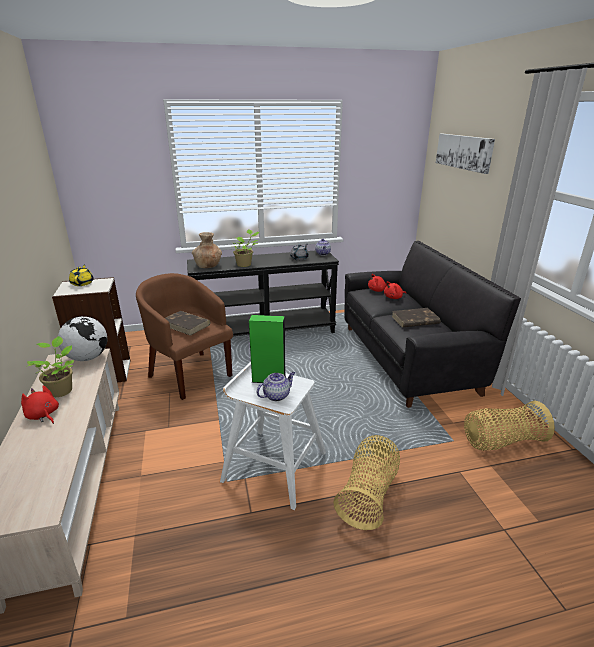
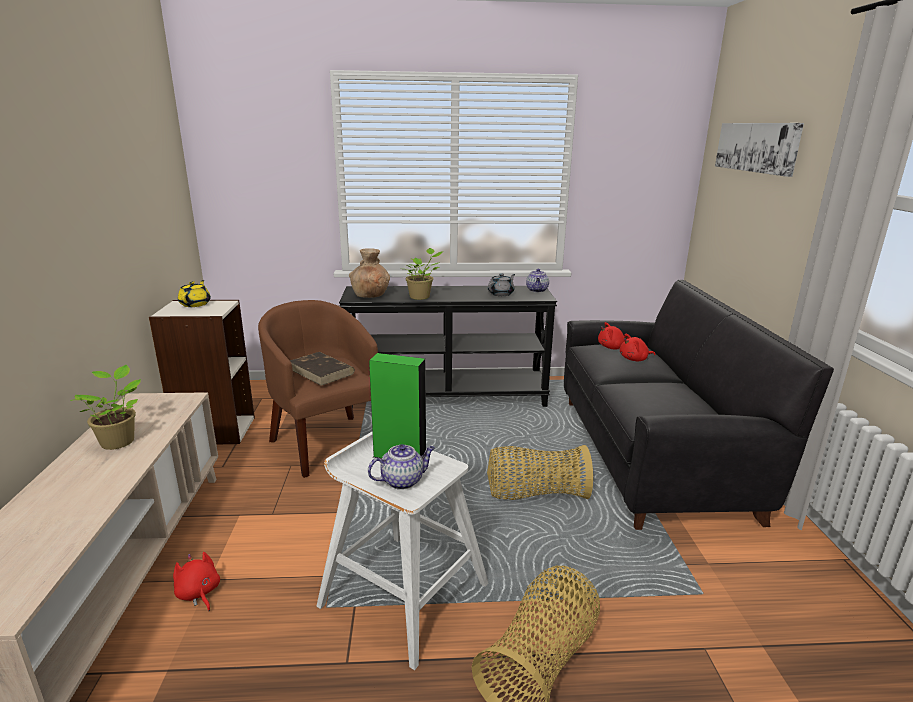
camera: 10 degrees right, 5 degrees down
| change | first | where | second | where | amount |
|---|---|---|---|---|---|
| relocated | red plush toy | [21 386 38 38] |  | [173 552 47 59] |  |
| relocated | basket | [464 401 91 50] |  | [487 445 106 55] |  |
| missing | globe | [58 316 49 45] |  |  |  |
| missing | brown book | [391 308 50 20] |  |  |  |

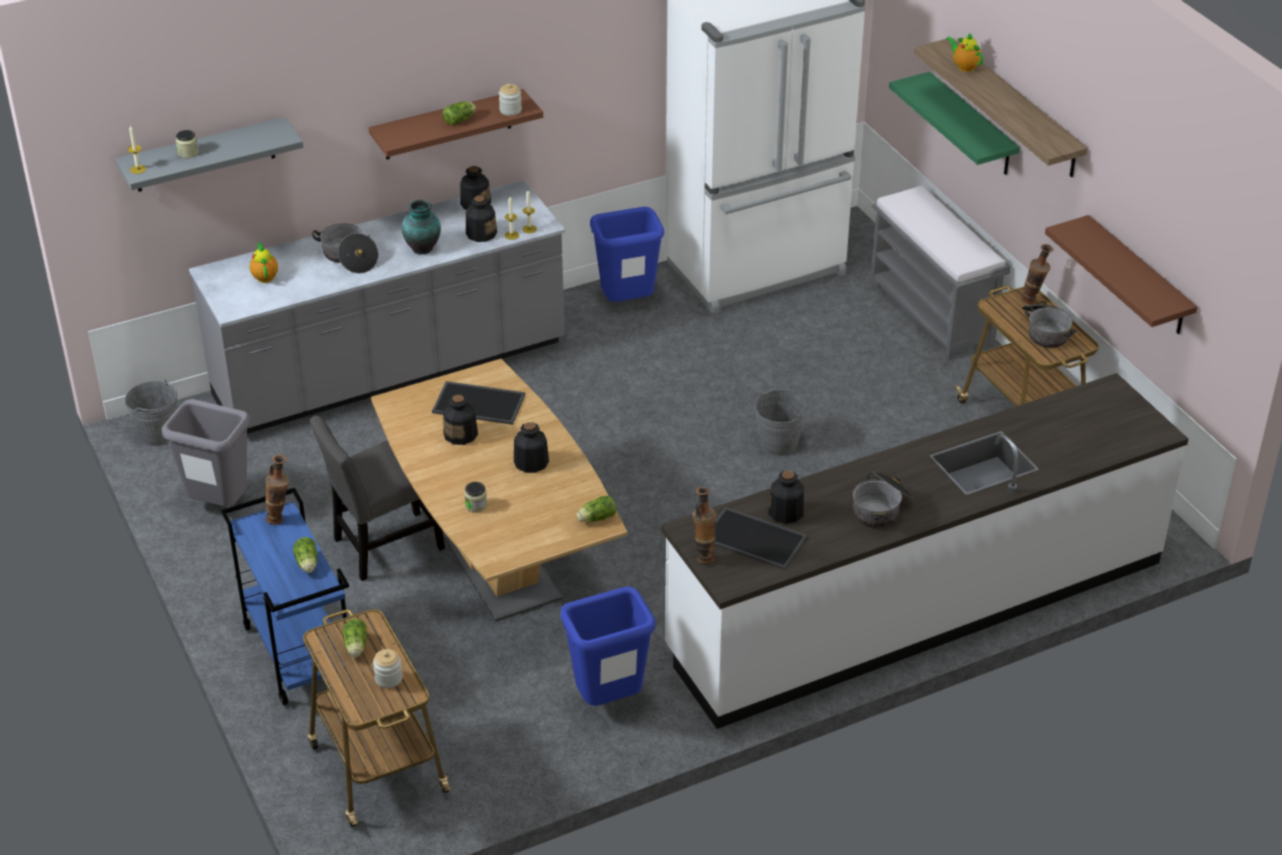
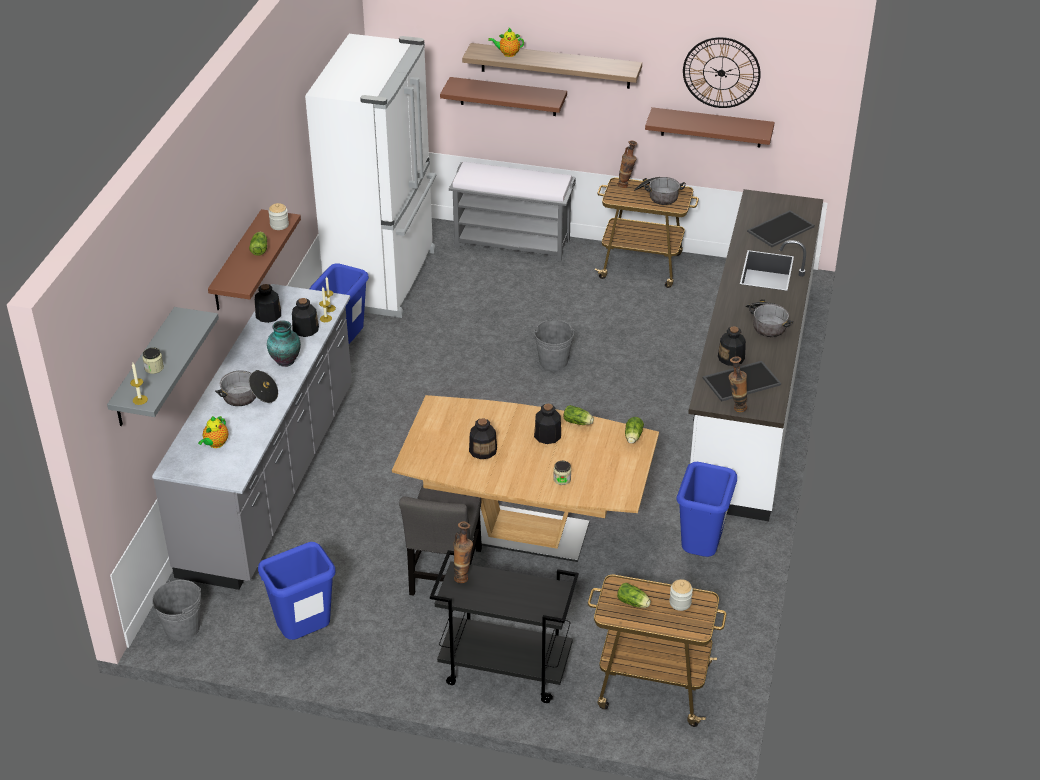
camera: 50 degrees left, 0 degrees up
| change | first | where | second | where | amount |
|---|---|---|---|---|---|
| spun | teapot | [250 243 28 40] |  | [198 416 30 32] | 90 degrees counterclockwise |
| colour | grey trash can | [162 399 88 108] | blue trash can | [258 542 78 98] |  |
| colour | blue cart | [221 488 131 218] | black cart | [430 550 149 153] |  |
| colour | green shelf | [889 72 131 103] | brown shelf | [440 77 127 39] |  |
| relocated | lettuce | [293 537 24 36] |  | [564 405 30 20] |  |
| appeared |  |  | wall clock | [683 37 78 71] |  |
| relocated | tray | [432 381 93 44] |  | [747 210 68 37] |  |

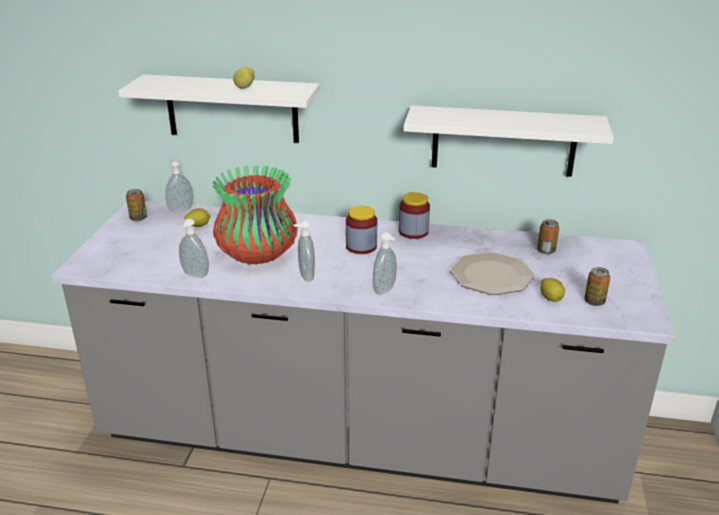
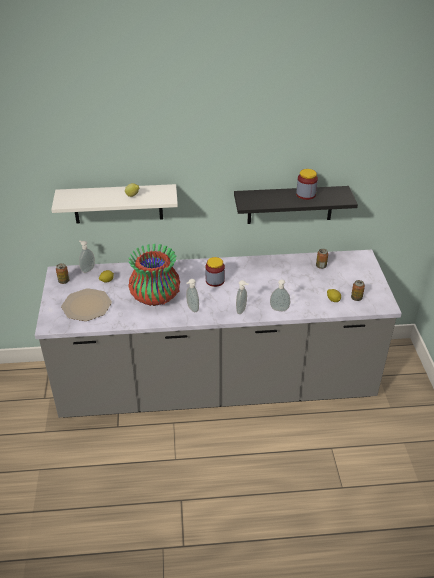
camera: 15 degrees left, 10 degrees up
| change | first | where | second | where | amount |
|---|---|---|---|---|---|
| relocated | plate | [450 252 85 43] |  | [61 288 51 33] |  |
| colour | white shelf | [404 105 210 72] | black shelf | [234 186 124 38] |  |
| relocated | soap dispenser | [179 219 30 59] |  | [270 279 20 32] |  |
| relocated | jar | [399 192 31 47] |  | [296 169 22 31] |  |

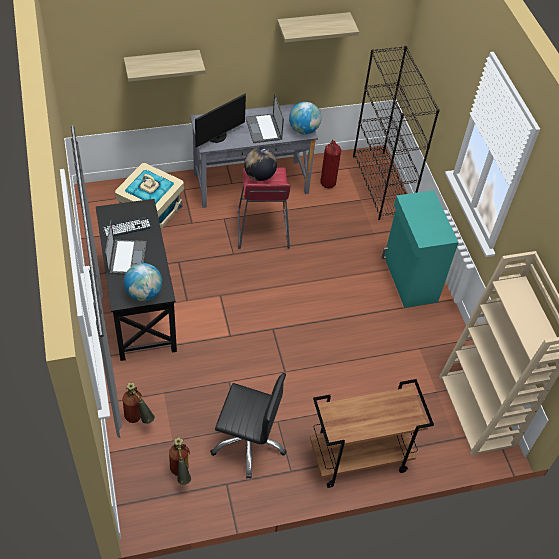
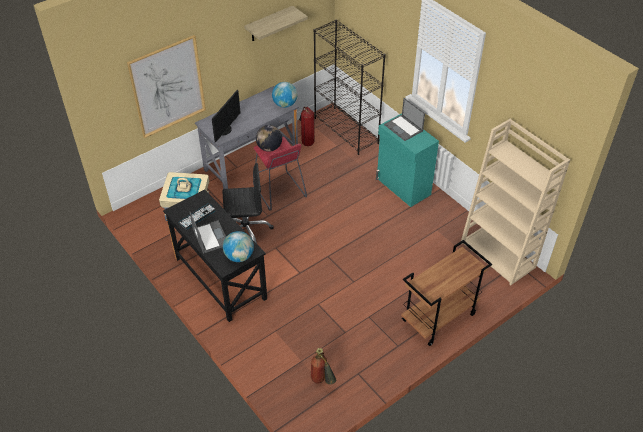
camera: 20 degrees left, 5 degrees down
| change | first | where | second | where | amount |
|---|---|---|---|---|---|
| exchanged | shelf | [124 50 81 32] | picture | [127 35 79 103] |  |
| relocated | black office chair | [210 373 77 105] |  | [223 163 51 81] |  |
| relocated | laptop | [245 94 39 49] |  | [384 98 41 43] |  |
| missing | fire extinguisher | [123 383 32 41] |  |  |  |

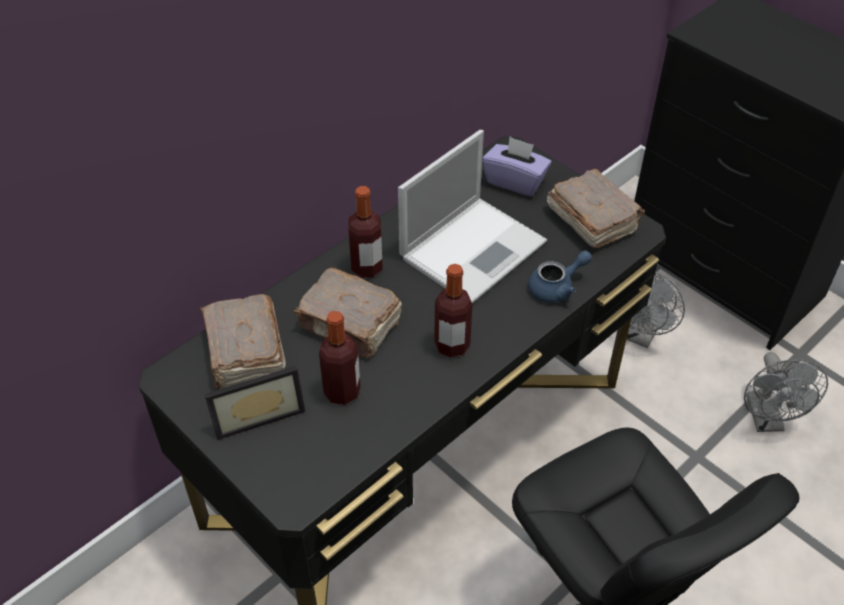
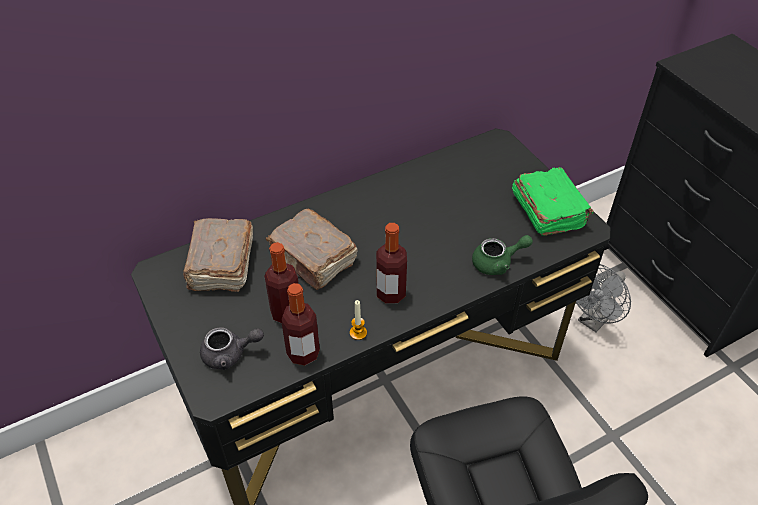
camera: 15 degrees right, 0 degrees up
| change | first | where | second | where | amount |
|---|---|---|---|---|---|
| appeared |  |  | grey teapot | [200 327 64 43] |  |
| relocated | bottle | [348 186 35 92] |  | [281 283 39 82] |  |
| appeared |  |  | candle | [350 300 17 40] |  |
| colour | blue teapot | [528 250 64 53] | green teapot | [472 235 61 40] |  |
| colour | brown book | [547 169 98 79] | green book | [512 167 82 69] |  |
| missing | picture frame | [205 366 101 74] |  |  |  |
| missing | laptop | [398 130 149 173] |  |  |  |
| missing | purple tissue box | [482 137 70 59] |  |  |  |
| missing | grey fan | [744 352 84 80] |  |  |  |

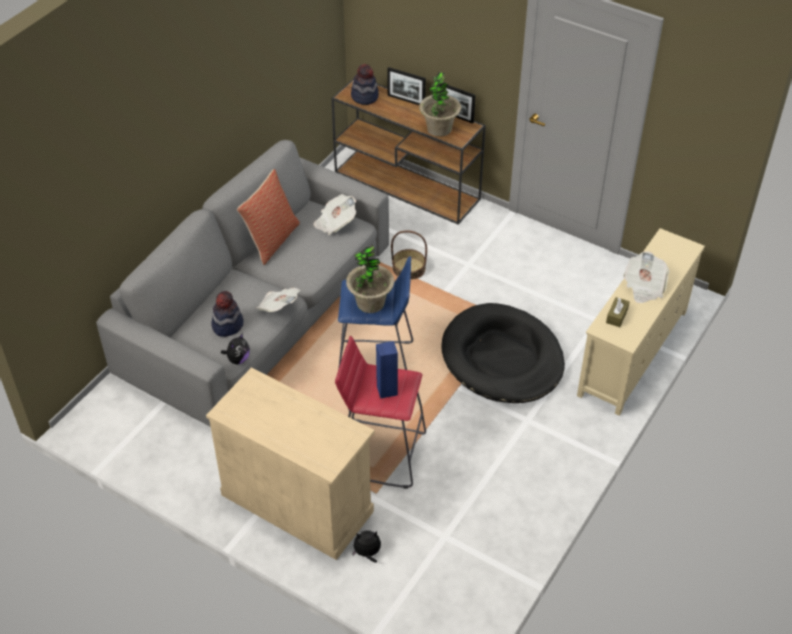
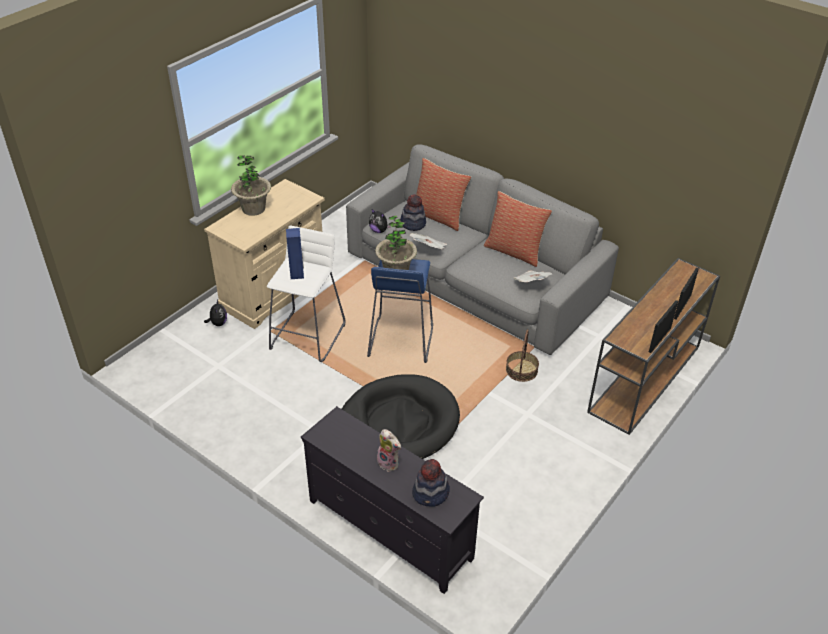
camera: 95 degrees right, 5 degrees down
| change | first | where | second | where | amount |
|---|---|---|---|---|---|
| relocated | potted plant | [419 72 42 65] |  | [231 155 40 61] |  |
| colour | red stool | [335 336 91 153] | white stool | [267 226 79 136] |  |
| colour | beige tv stand | [577 228 128 188] | black tv stand | [301 407 183 187] |  |
| exchanged | newspaper | [624 251 45 52] | plush toy | [377 429 24 43] |  |
| relocated | hat | [351 64 28 41] |  | [412 459 38 48] |  |
| appeared |  |  | pillow | [416 158 55 73] |  |
| missing | brown tissue box | [606 297 24 30] |  |  |  |

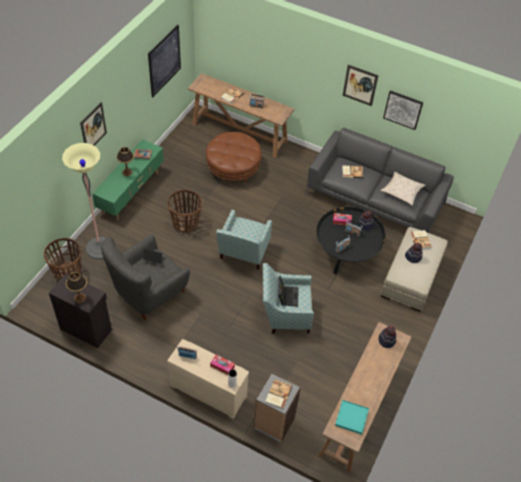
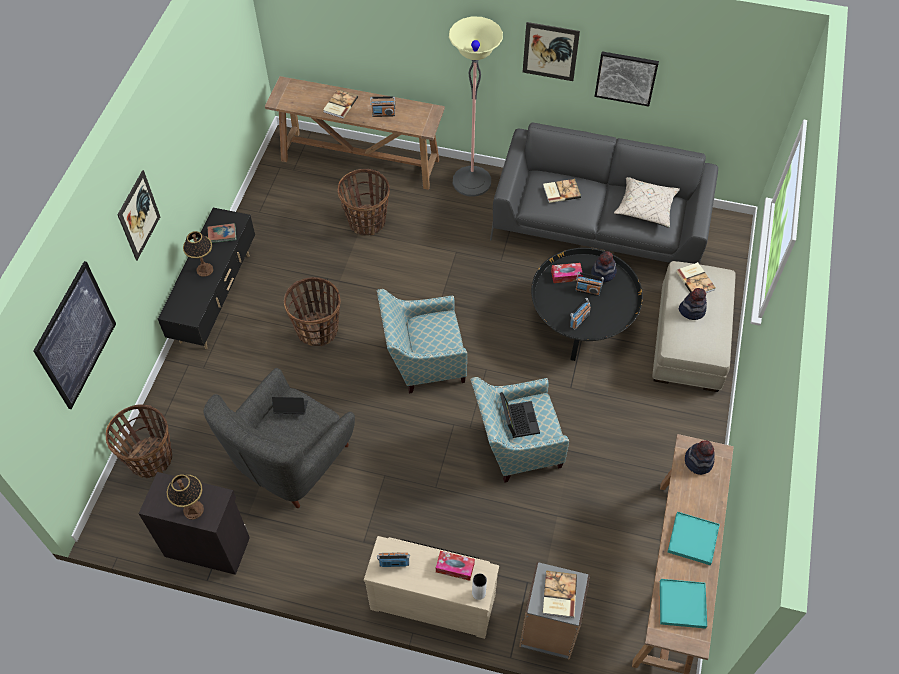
camera: 10 degrees left, 5 degrees up
| change | first | where | second | where | amount |
|---|---|---|---|---|---|
| relocated | picture | [148 25 33 72] |  | [33 261 83 148] |  |
| colour | green tv stand | [92 139 72 81] | black tv stand | [158 208 97 141] |  |
| exchanged | brown ottoman | [206 132 56 52] | basket | [338 169 52 66] |  |
| spun | armchair | [216 210 56 60] |  | [377 289 90 104] | 75 degrees clockwise |
| relocated | floor lamp | [62 143 44 116] |  | [449 16 54 181] |  |
| appeared |  |  | turquoise tray | [668 512 52 53] |  |

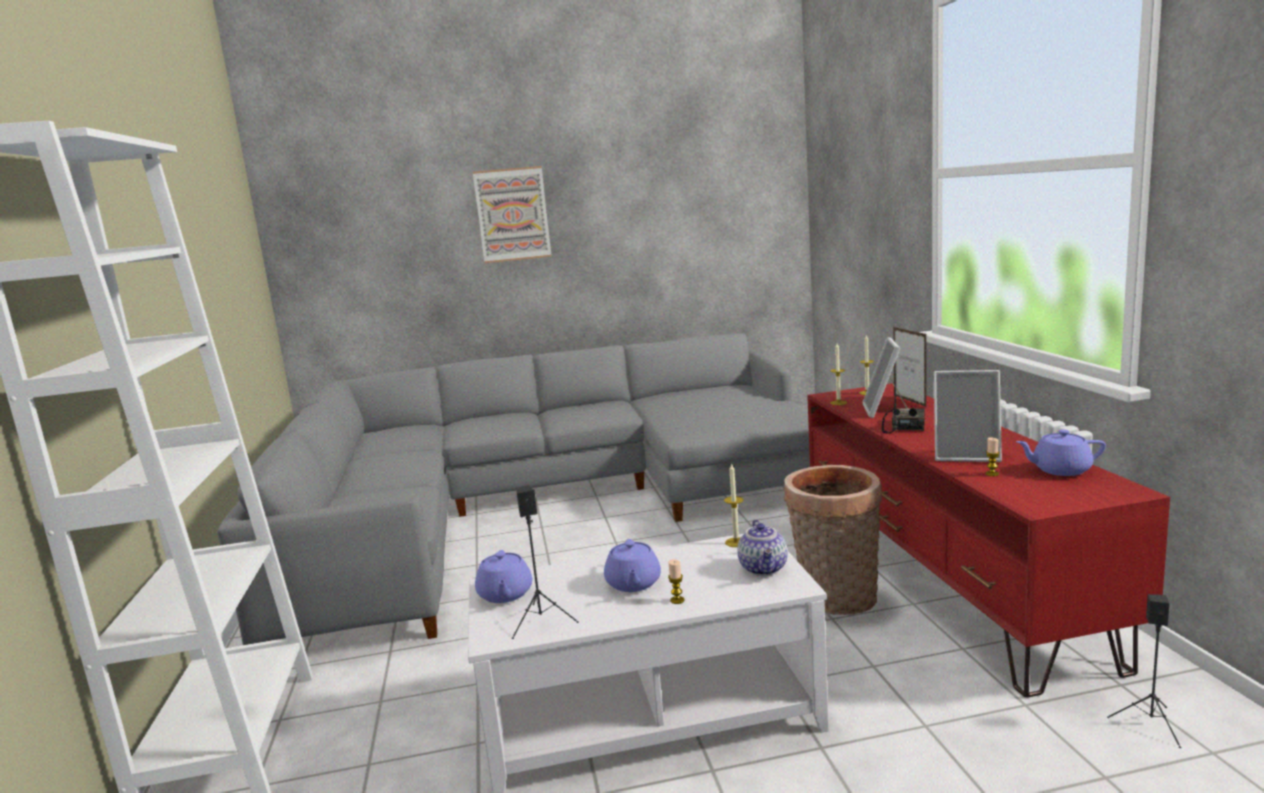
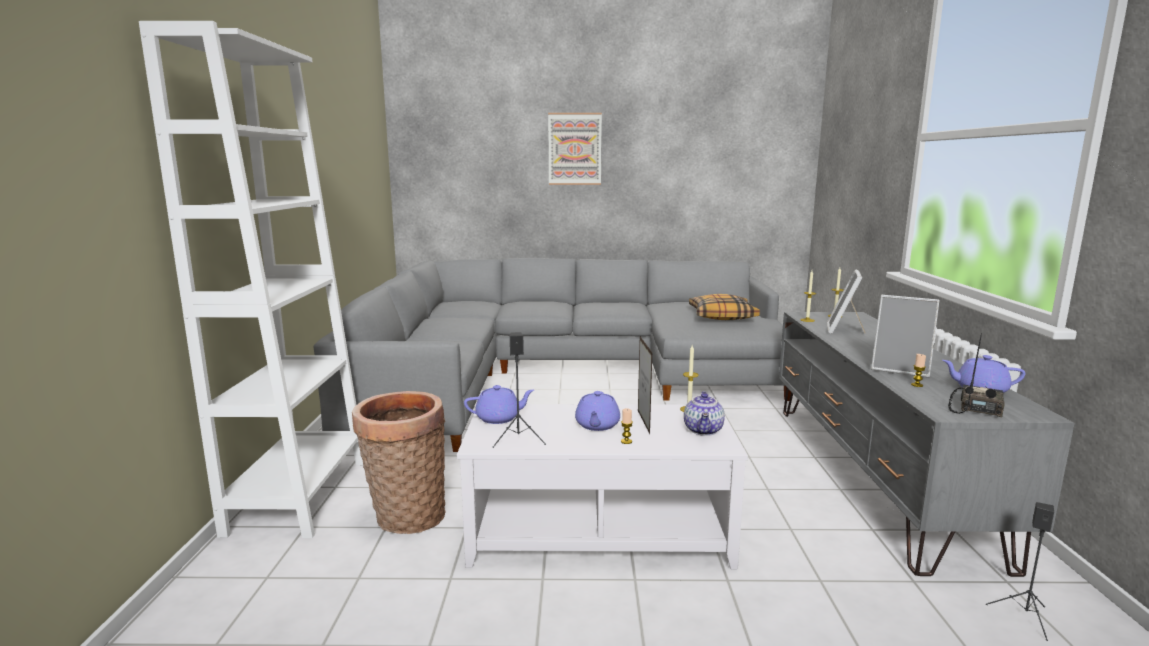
camera: 10 degrees right, 0 degrees up
| change | first | where | second | where | amount |
|---|---|---|---|---|---|
| relocated | basket | [784 465 98 150] |  | [352 391 94 143] |  |
| spun | purple teapot | [475 550 57 53] |  | [464 385 70 39] | 105 degrees counterclockwise |
| relocated | picture frame | [893 327 33 80] |  | [638 337 14 97] |  |
| appeared |  |  | pillow | [689 294 71 26] |  |
| colour | red tv stand | [807 383 363 314] | grey tv stand | [779 312 296 265] |  |
| relocated | radio | [882 366 43 67] |  | [948 333 57 84] |  |

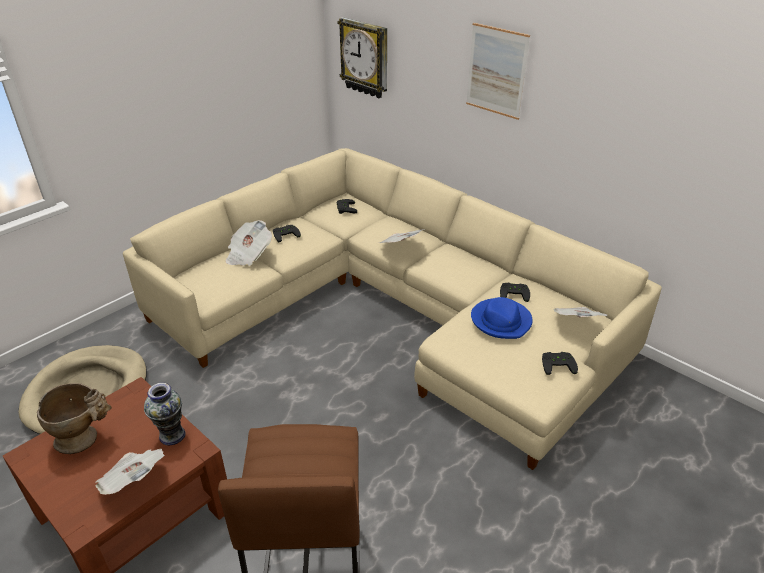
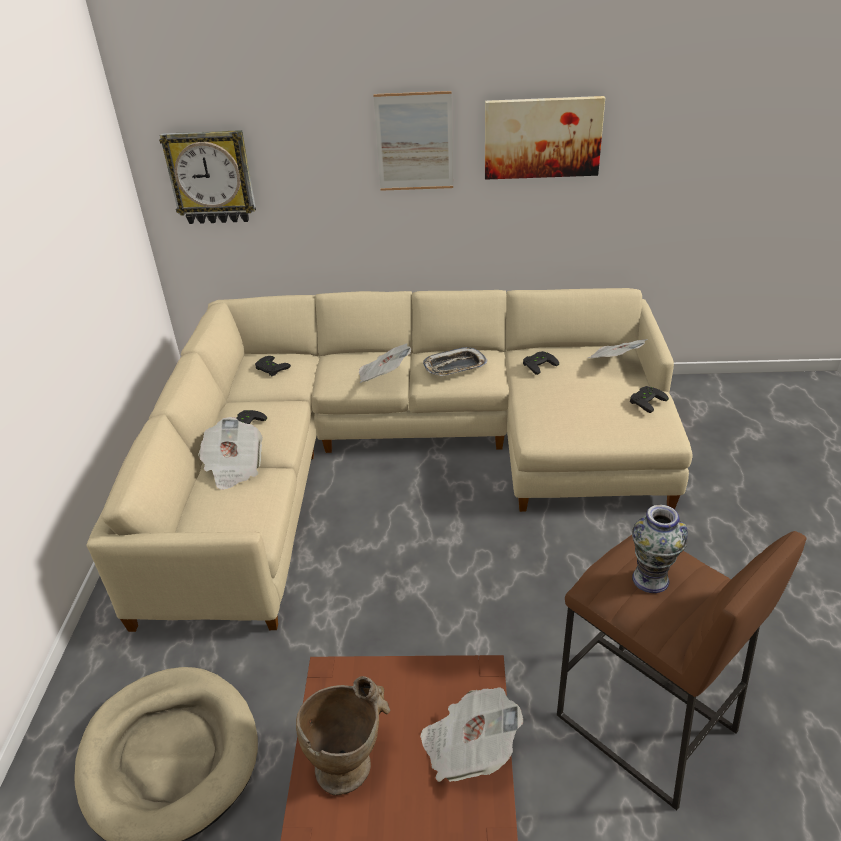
camera: 40 degrees left, 0 degrees up
| change | first | where | second | where | amount |
|---|---|---|---|---|---|
| appeared |  |  | tray | [423 347 64 29] |  |
| appeared |  |  | picture | [485 96 120 84] |  |
| relocated | vase | [144 383 42 62] |  | [632 505 55 88] |  |
| missing | blue hat | [471 297 62 42] |  |  |  |

